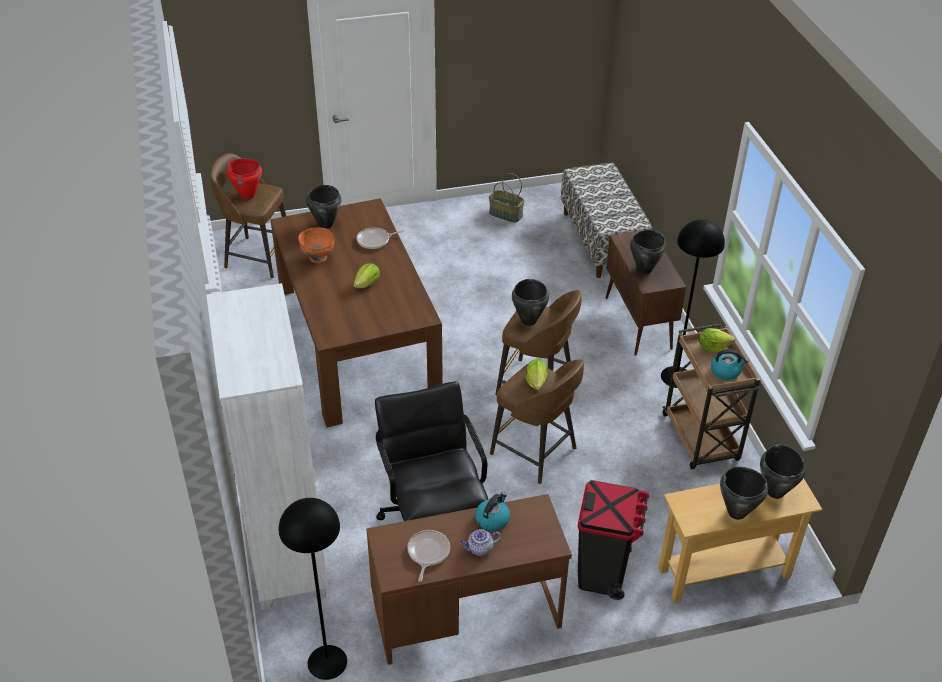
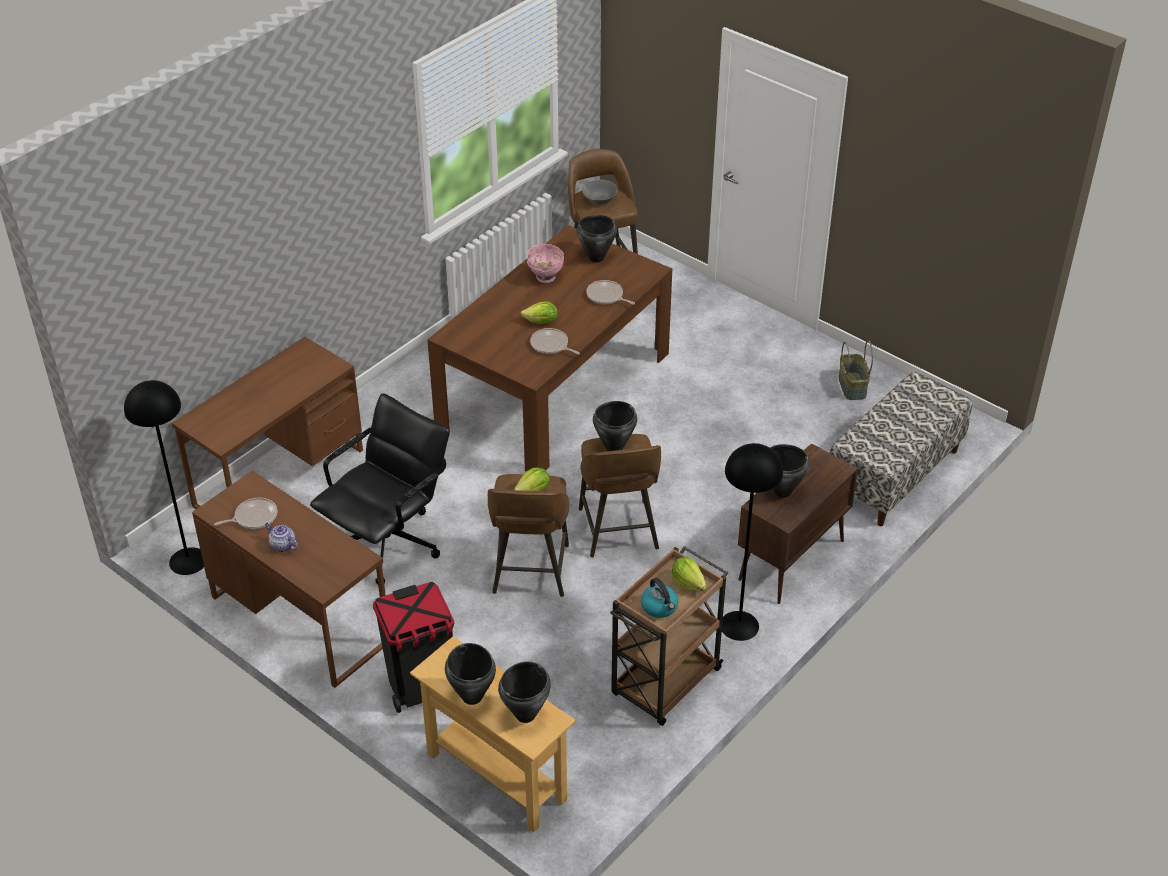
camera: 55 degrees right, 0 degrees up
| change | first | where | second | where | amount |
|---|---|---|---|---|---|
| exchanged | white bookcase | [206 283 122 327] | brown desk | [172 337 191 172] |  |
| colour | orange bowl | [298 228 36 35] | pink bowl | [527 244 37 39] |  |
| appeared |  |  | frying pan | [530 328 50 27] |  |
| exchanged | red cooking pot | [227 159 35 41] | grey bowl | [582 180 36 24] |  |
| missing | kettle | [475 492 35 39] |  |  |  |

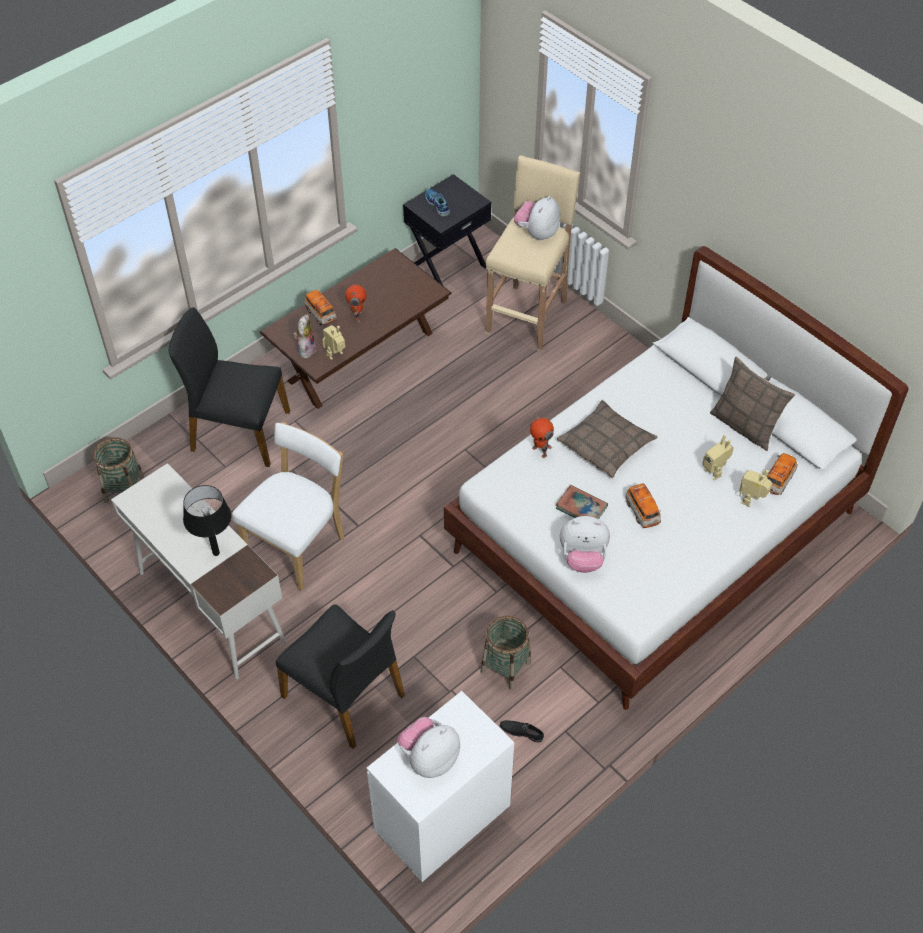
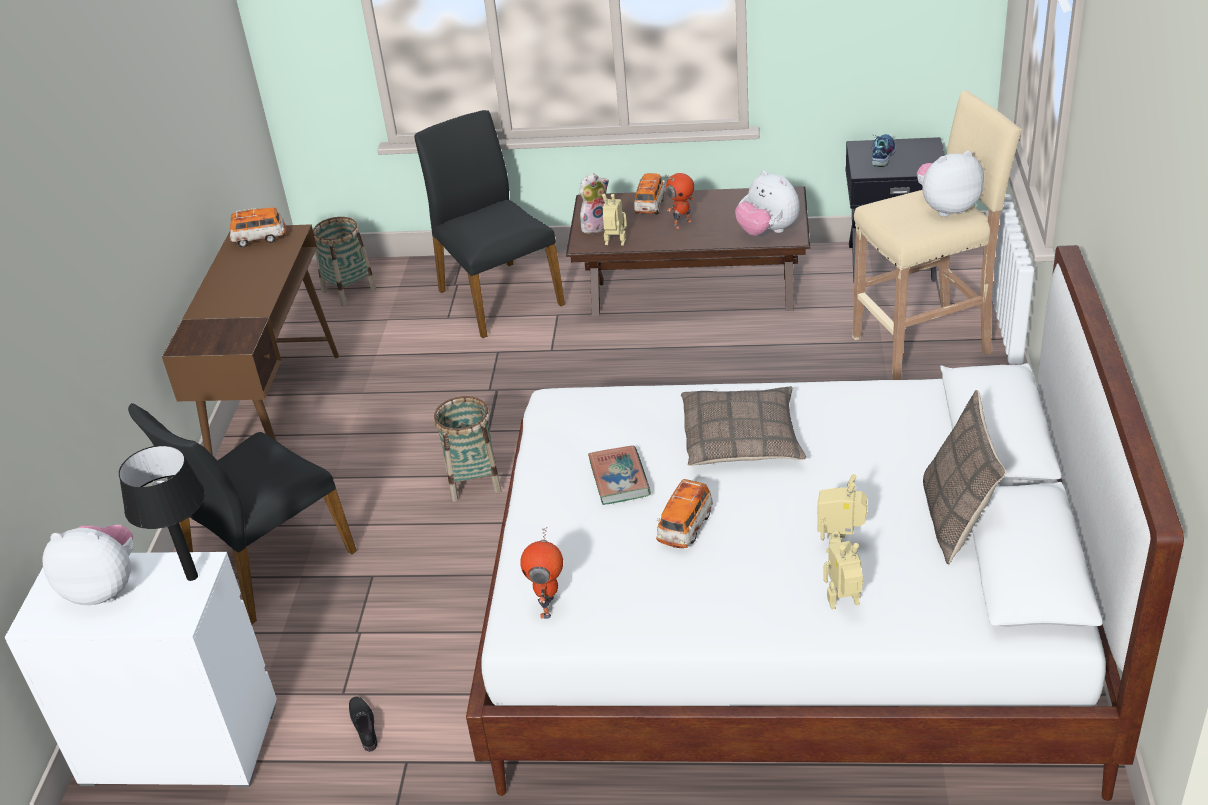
camera: 50 degrees right, 15 degrees down
| change | first | where | second | where | amount |
|---|---|---|---|---|---|
| relocated | black table lamp | [183 485 49 71] |  | [119 445 86 136] |  |
| spun | black chair | [276 604 129 145] |  | [128 403 229 222] | 45 degrees clockwise |
| colour | white desk | [111 463 176 216] | brown desk | [162 224 177 231] |  |
| relocated | toy car | [766 453 32 42] |  | [229 207 57 40] |  |
| relocated | basket | [480 616 51 74] |  | [434 396 68 106] |  |
| relocated | toy robot | [530 411 24 47] |  | [520 527 43 92] |  |
| relocated | plush toy | [560 516 50 57] |  | [735 171 65 65] |  |
| missing | white chair | [232 422 112 169] |  |  |  |

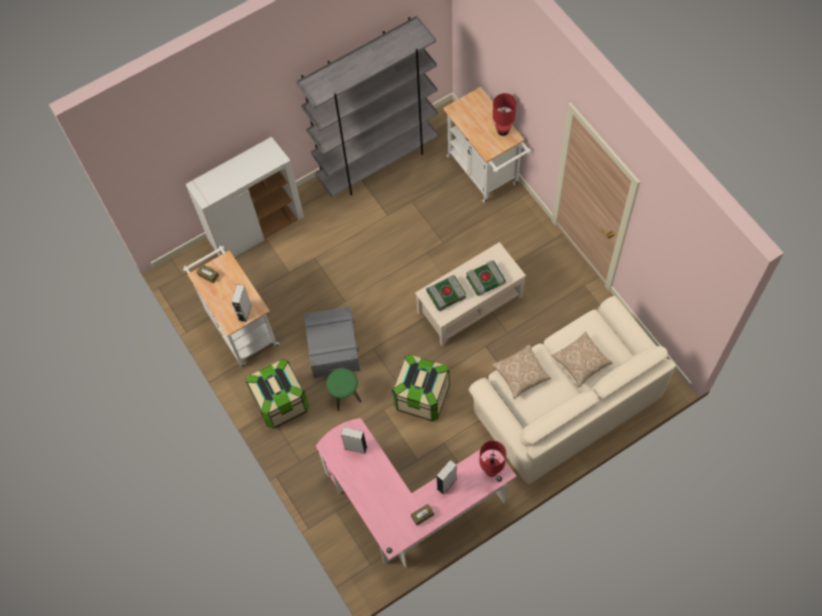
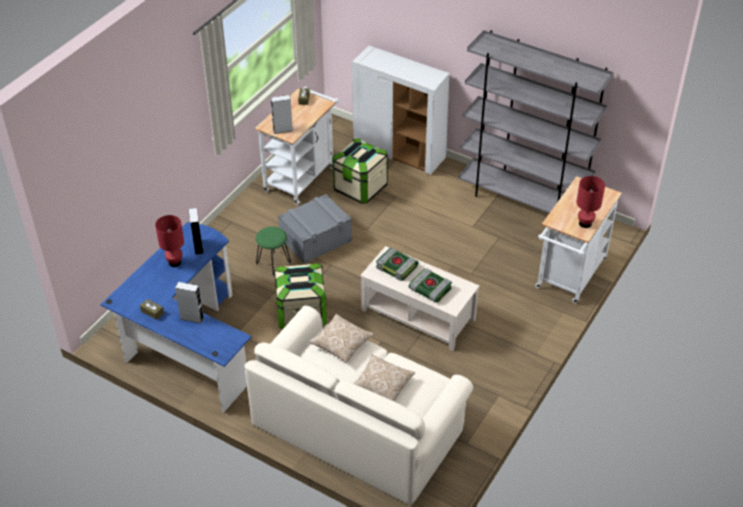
camera: 60 degrees right, 20 degrees down
| change | first | where | second | where | amount |
|---|---|---|---|---|---|
| colour | pink desk | [316 418 201 151] | blue desk | [100 222 151 191] |  |
| relocated | red table lamp | [479 441 27 36] |  | [155 215 29 52] |  |
| relocated | storage box | [246 359 63 70] |  | [332 138 56 66] |  |

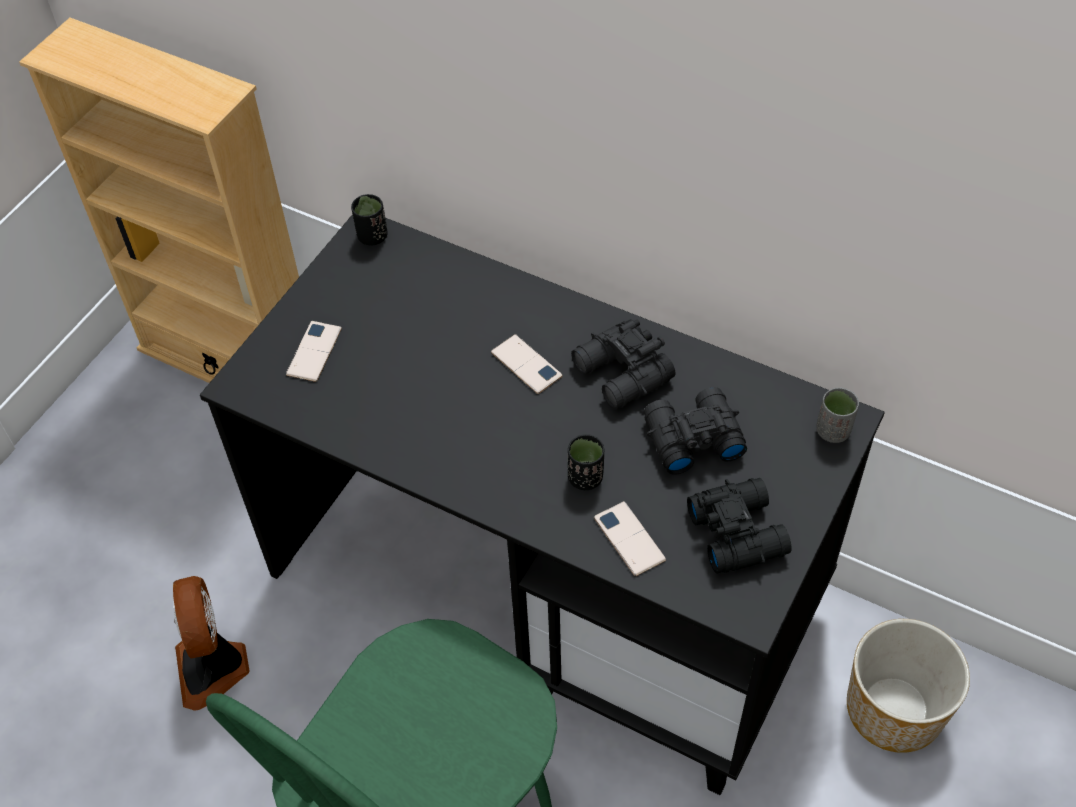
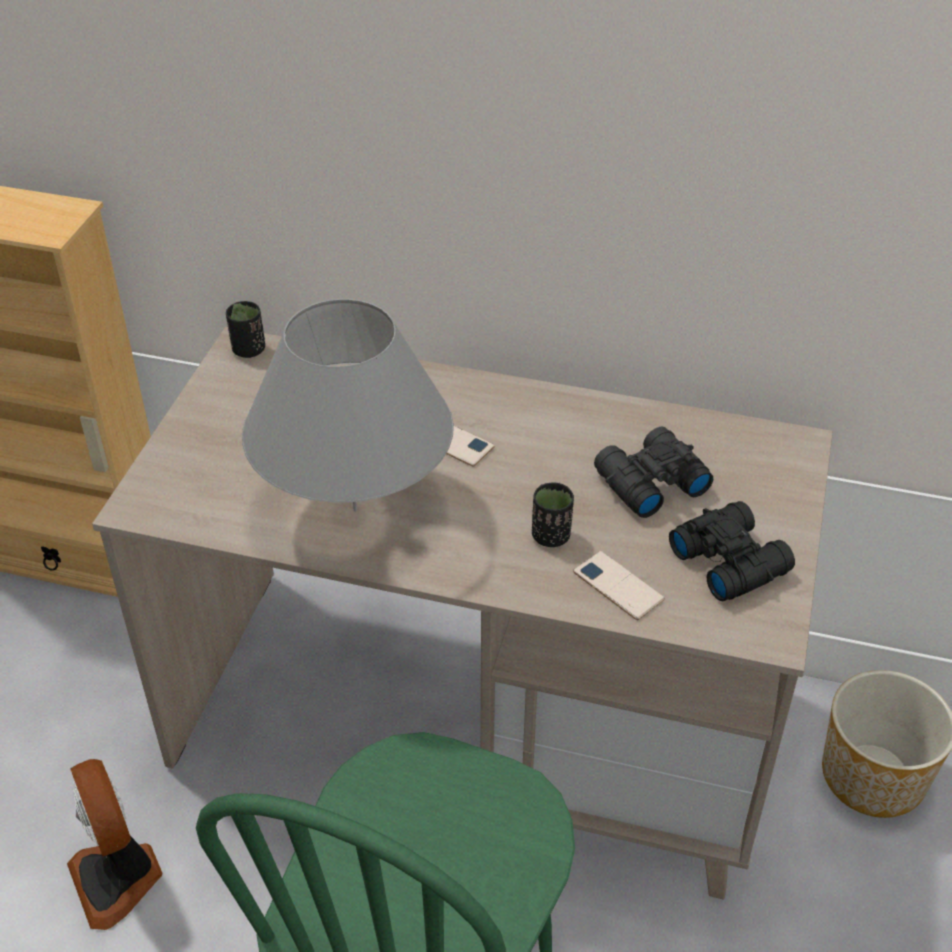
camera: 15 degrees left, 10 degrees down
| change | first | where | second | where | amount |
|---|---|---|---|---|---|
| colour | black desk | [200 214 685 581] | beige desk | [92 327 741 572] |  |
| appeared |  |  | grey table lamp | [242 299 212 213] |  |
| missing | phone | [286 321 56 61] |  |  |  |
| missing | black binoculars | [571 319 105 90] |  |  |  |
| missing | grey cup | [816 387 43 56] |  |  |  |

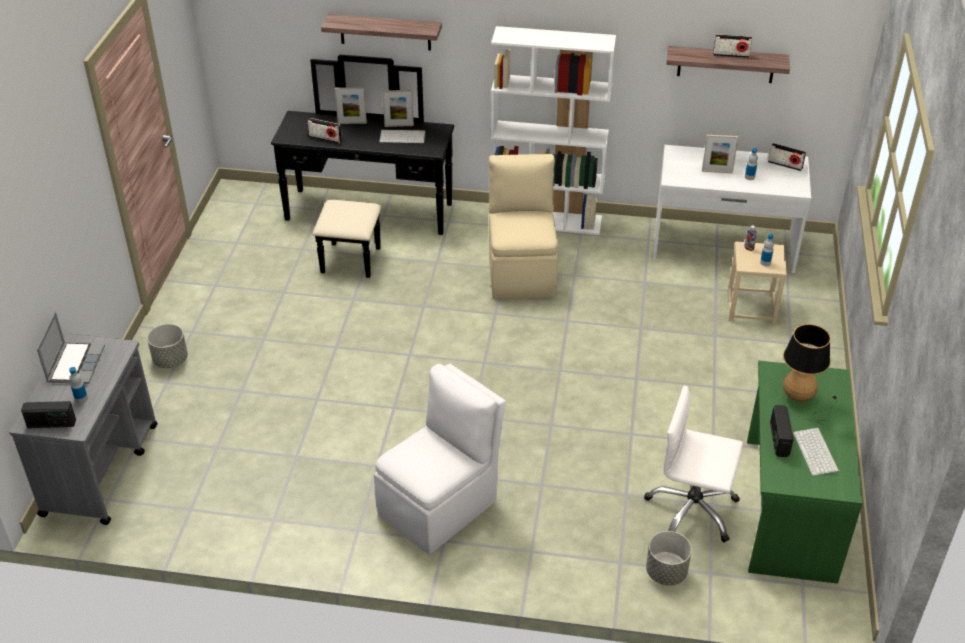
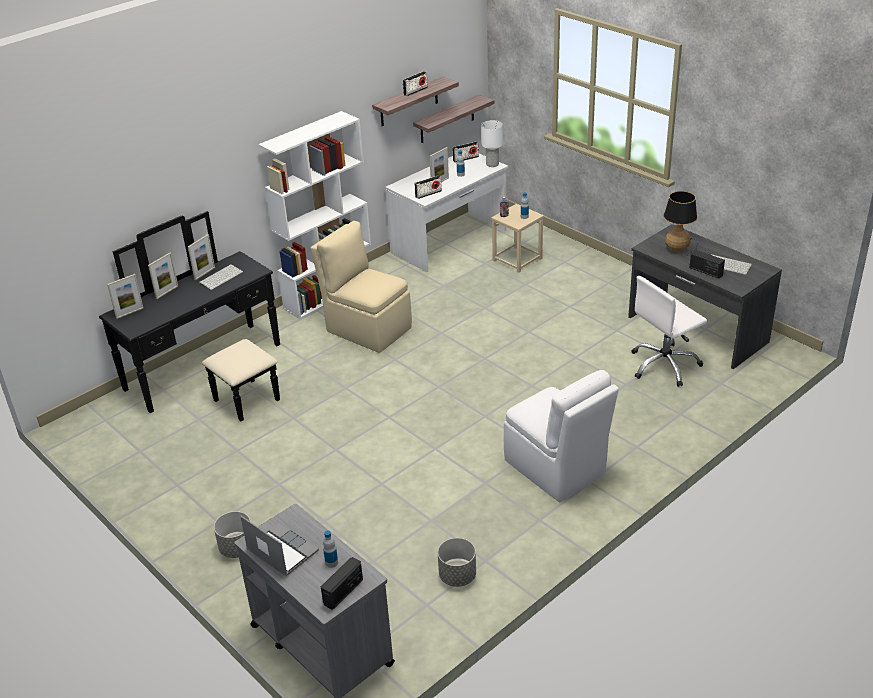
camera: 50 degrees left, 5 degrees down
| change | first | where | second | where | amount |
|---|---|---|---|---|---|
| appeared |  |  | picture frame | [107 274 36 45] |  |
| relocated | shelf | [321 14 121 36] |  | [413 94 82 49] |  |
| relocated | radio | [308 118 34 26] |  | [415 175 27 24] |  |
| relocated | grey planter | [646 531 46 54] |  | [438 538 38 49] |  |
| appeared |  |  | white table lamp | [481 120 22 47] |  |
| spun | white chair | [374 364 132 190] |  | [504 370 115 132] | 150 degrees clockwise |
| colour | green desk | [747 361 116 223] | grey desk | [628 224 154 145] |  |

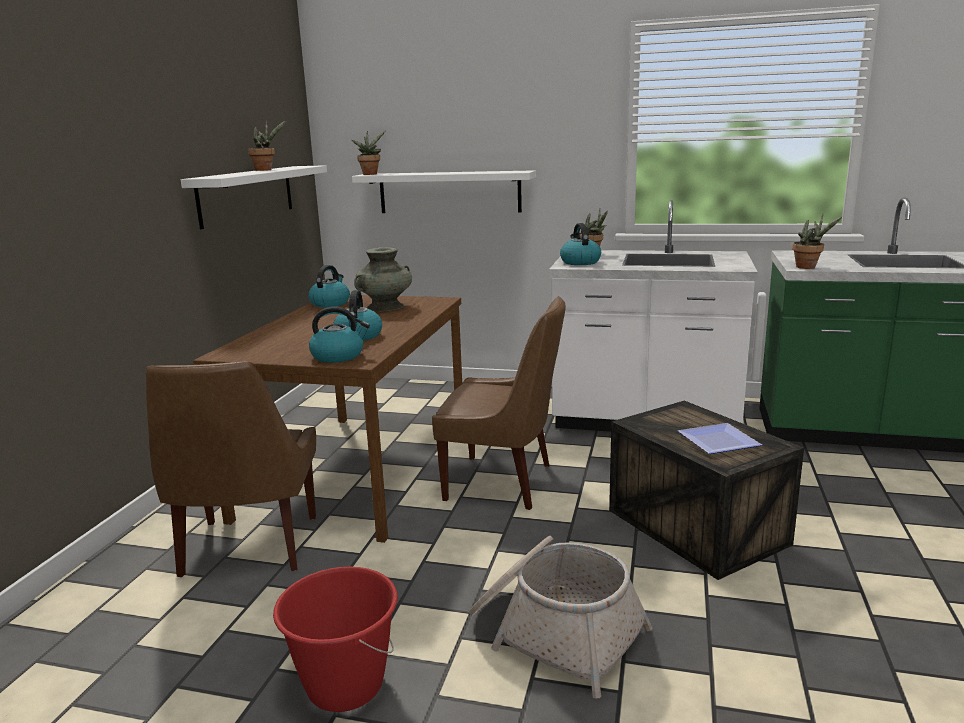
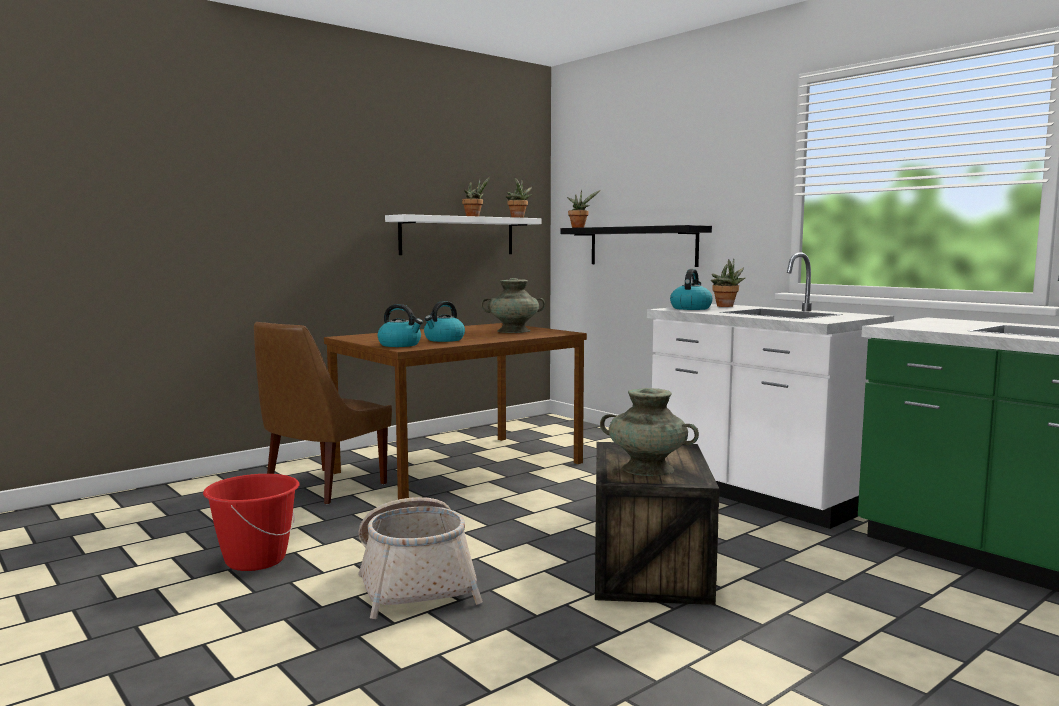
camera: 35 degrees right, 10 degrees down
| change | first | where | second | where | amount |
|---|---|---|---|---|---|
| relocated | potted plant | [792 214 50 55] |  | [506 178 26 40] |  |
| colour | white shelf | [352 170 184 43] | black shelf | [561 225 151 42] |  |
| exchanged | plate | [678 423 84 31] | turquoise vase | [600 388 99 88] |  |
| missing | kettle | [308 265 42 42] |  |  |  |
| missing | brown chair | [432 296 134 214] |  |  |  |

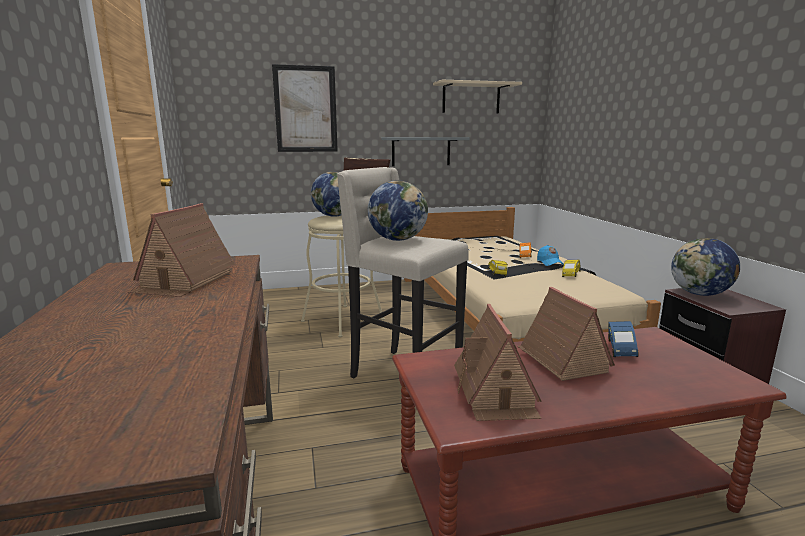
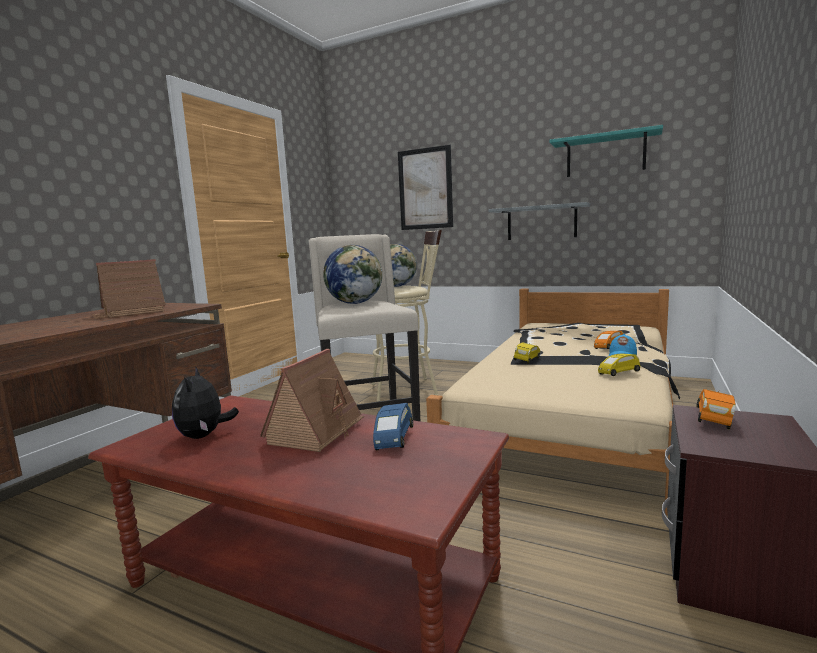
camera: 40 degrees right, 5 degrees down
| change | first | where | second | where | amount |
|---|---|---|---|---|---|
| exchanged | toy house | [454 304 88 117] | plush toy | [172 366 67 73] |  |
| spun | blue toy car | [608 321 31 36] |  | [373 403 40 47] | 45 degrees counterclockwise |
| colour | beige shelf | [433 80 89 34] | turquoise shelf | [549 125 114 52] |  |
| exchanged | globe | [671 238 69 58] | orange toy car | [697 389 39 40] |  |

